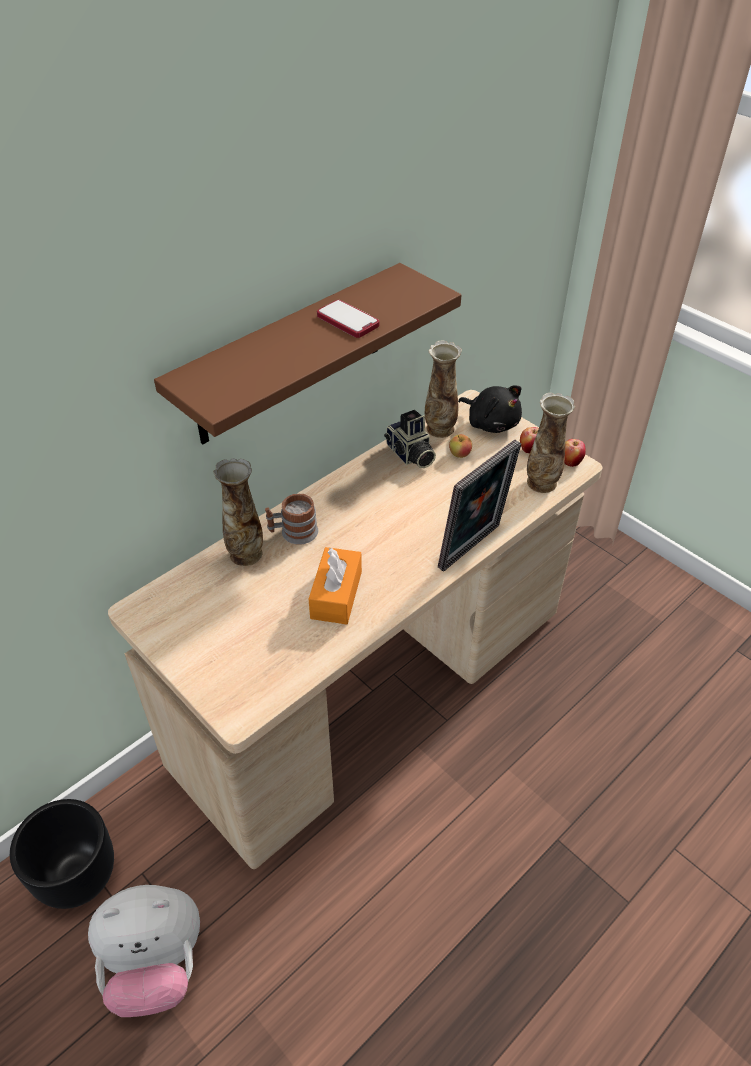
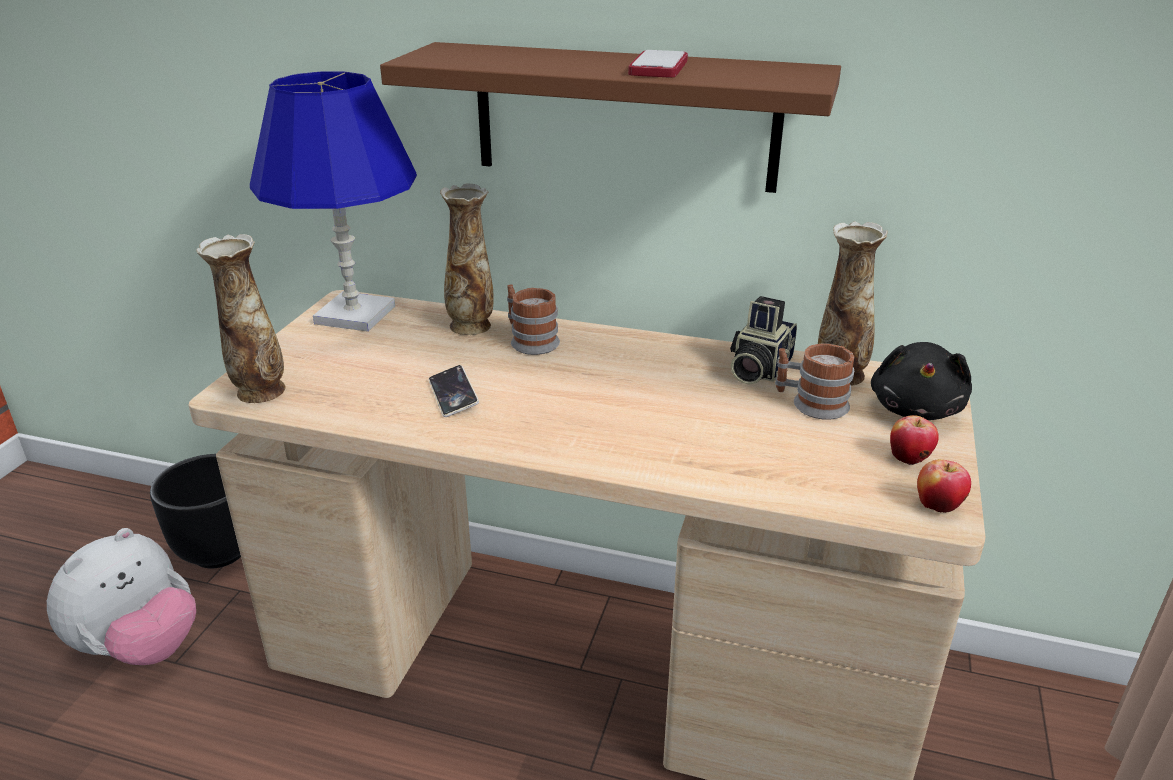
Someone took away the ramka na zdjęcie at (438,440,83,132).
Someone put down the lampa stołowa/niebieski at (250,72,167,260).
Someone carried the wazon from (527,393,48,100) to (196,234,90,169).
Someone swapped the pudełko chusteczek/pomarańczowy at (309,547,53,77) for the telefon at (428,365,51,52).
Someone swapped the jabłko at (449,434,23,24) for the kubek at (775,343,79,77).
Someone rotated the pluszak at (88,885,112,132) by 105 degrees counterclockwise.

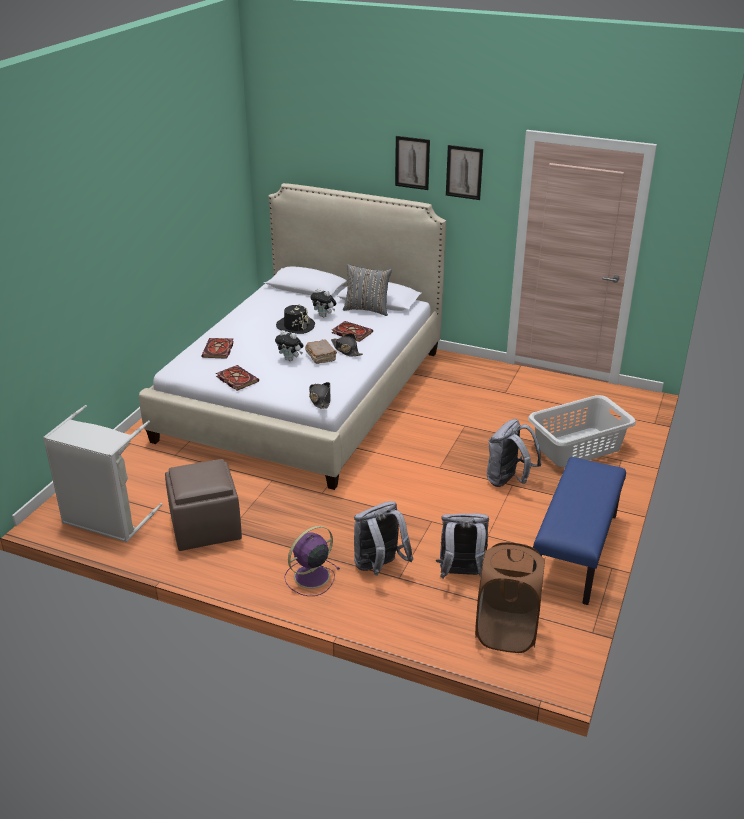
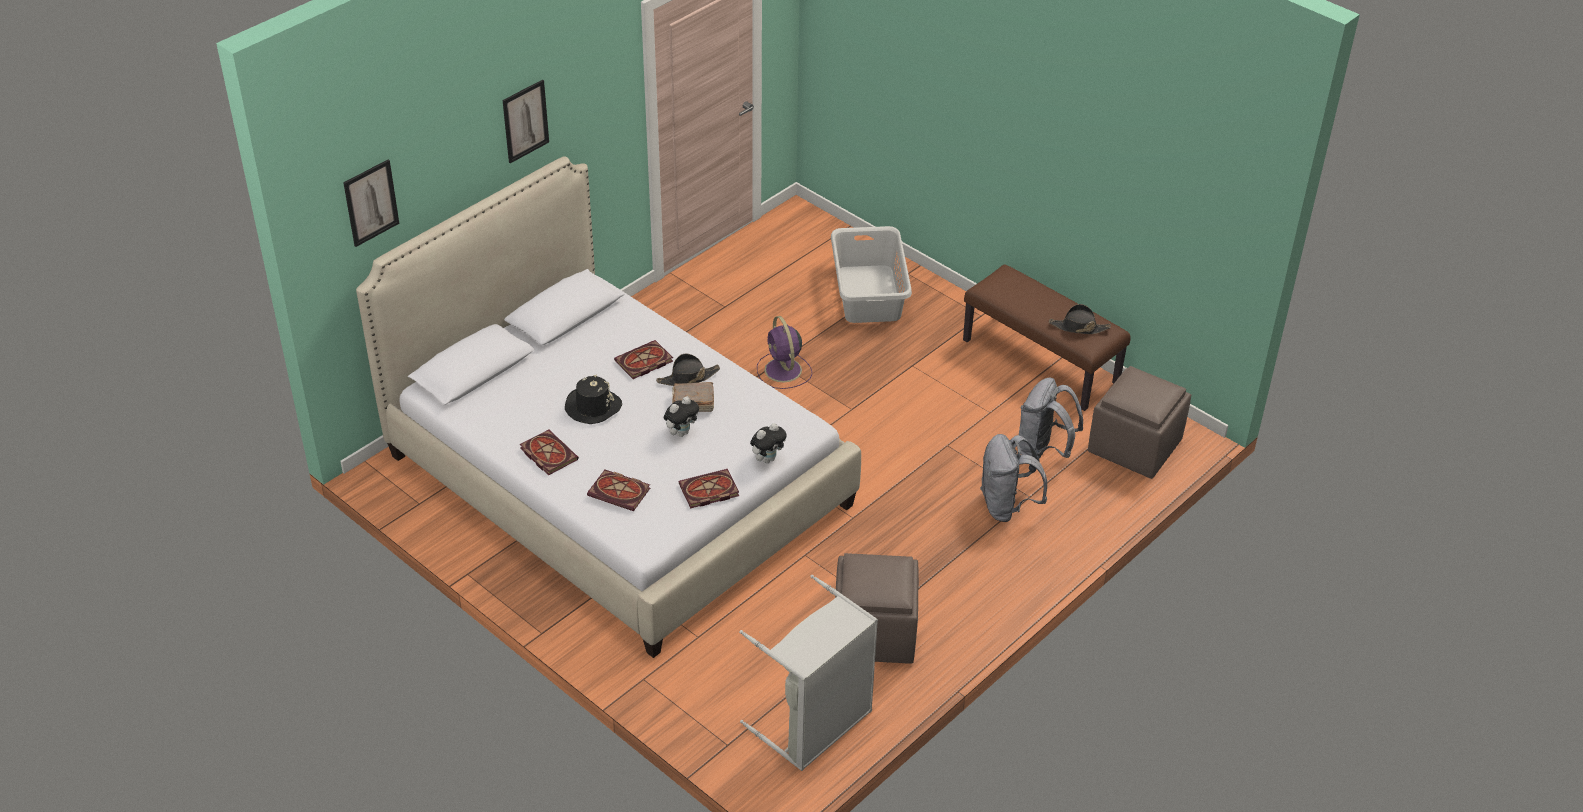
Someone took away the poduszka/szary at (343,264,49,52).
Someone took away the plecak/szary at (487,419,54,68).
Someone put down the książka at (520,430,59,45).
Someone carried the wentylator/fioletowy from (284,526,56,70) to (757,316,55,73).
Someone carried the kapelusz/czarny from (309,382,22,27) to (1049,304,62,30).
Someone carried the pluszak from (310,288,27,29) to (750,423,37,40).
Someone carried the obraz from (446,145,37,55) to (343,159,56,88).
Someone swapped the kosz na pranie/brązowy at (475,542,70,111) for the pufa/brązowy at (1088,366,103,113).
Someone repainted the ławka/niebieski at (533,457,93,148), which became the ławka/brązowy at (963,264,168,147).

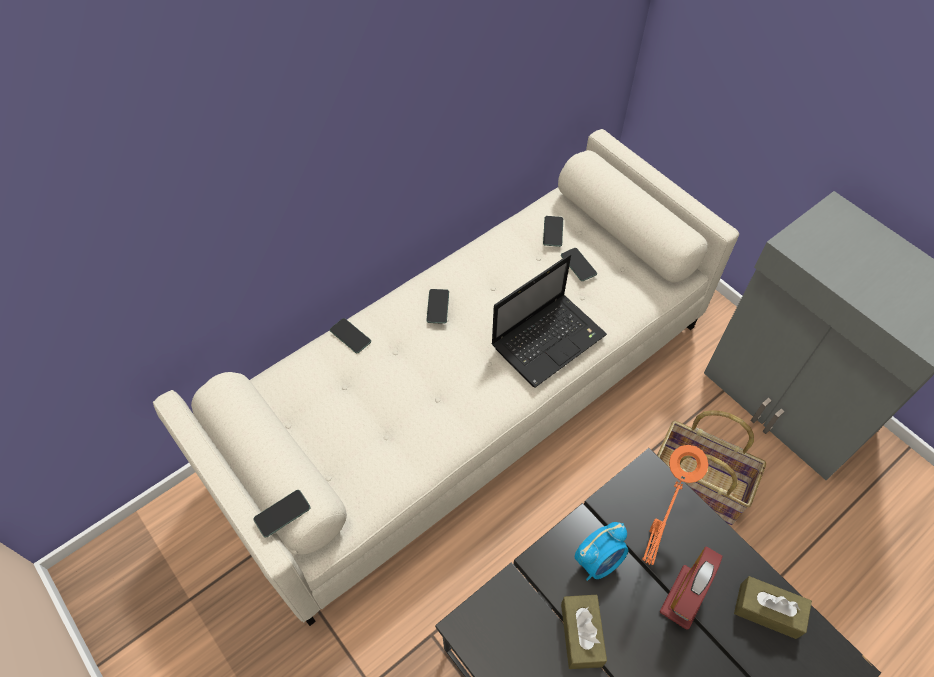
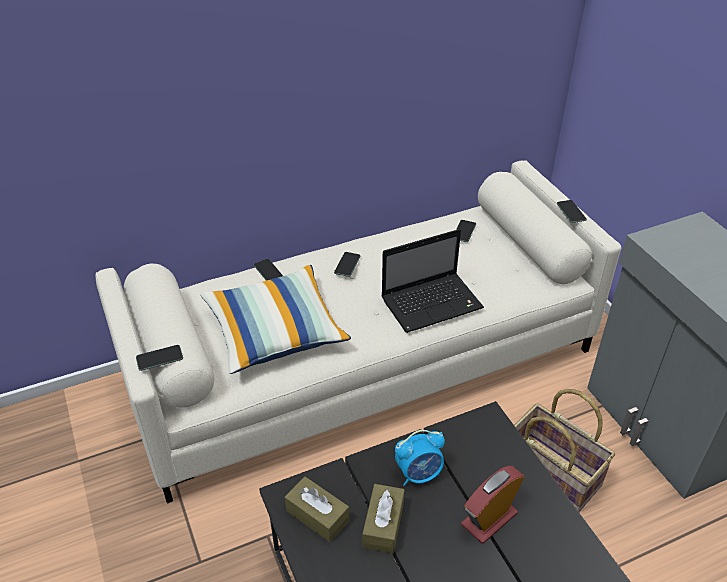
Someone took away the lampa stołowa/pomarańczowy at (641,445,67,120).
Someone put down the poduszka at (200,265,151,109).
Someone carried the telefon from (561,248,36,33) to (557,200,30,23).
Someone carried the pudełko chusteczek/brązowy from (734,576,78,63) to (285,477,64,65).

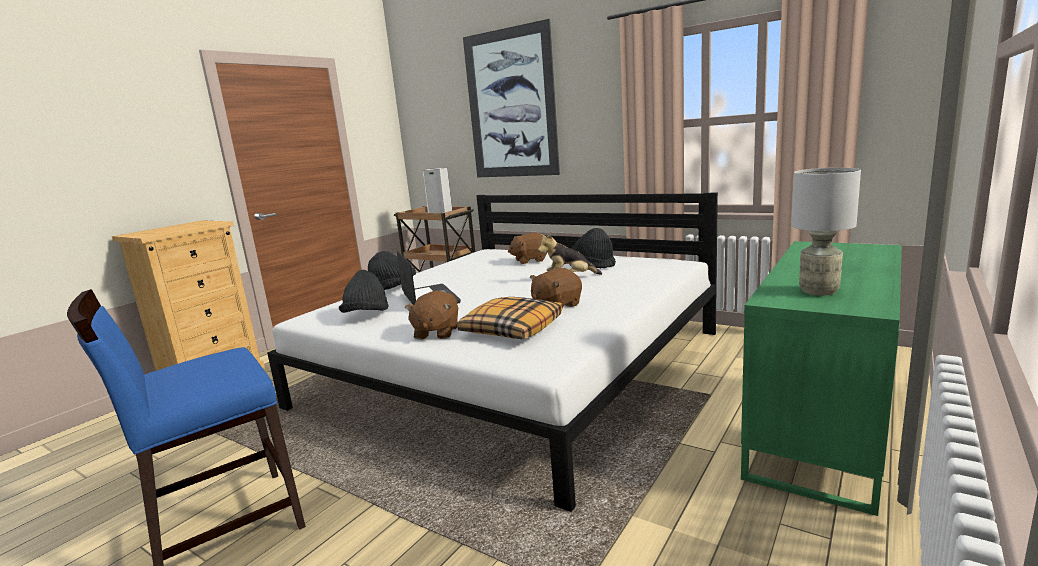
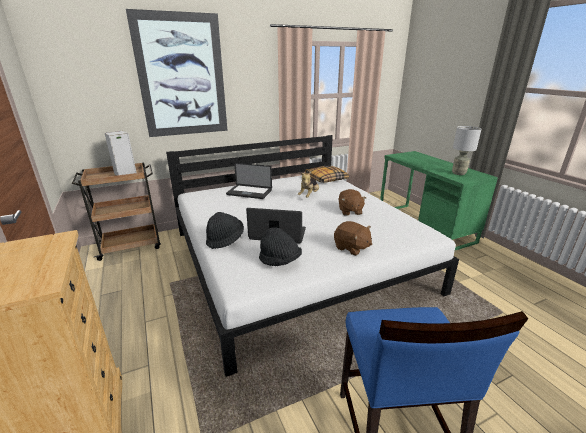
Someone took away the kapelusz/czarny at (571,228,45,41).
Someone carried the poduszka from (457,297,105,42) to (305,166,44,17).
Someone swapped the pluszak/brązowy at (508,233,39,31) for the laptop at (226,163,46,36).

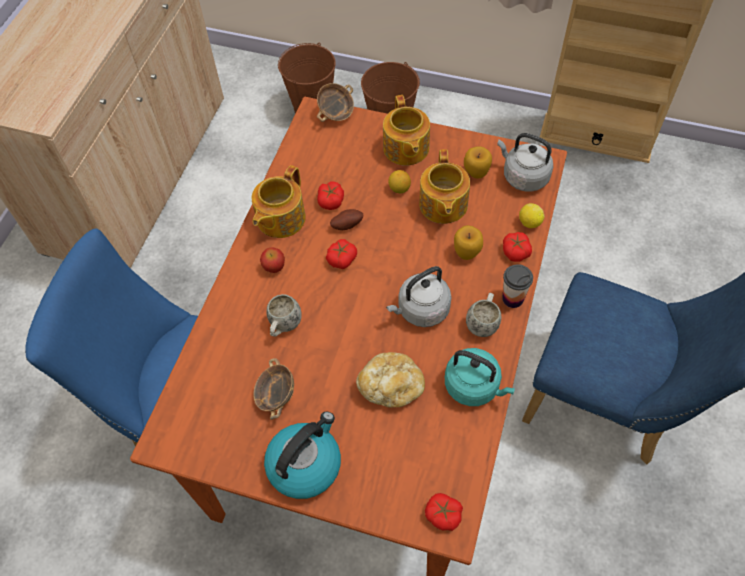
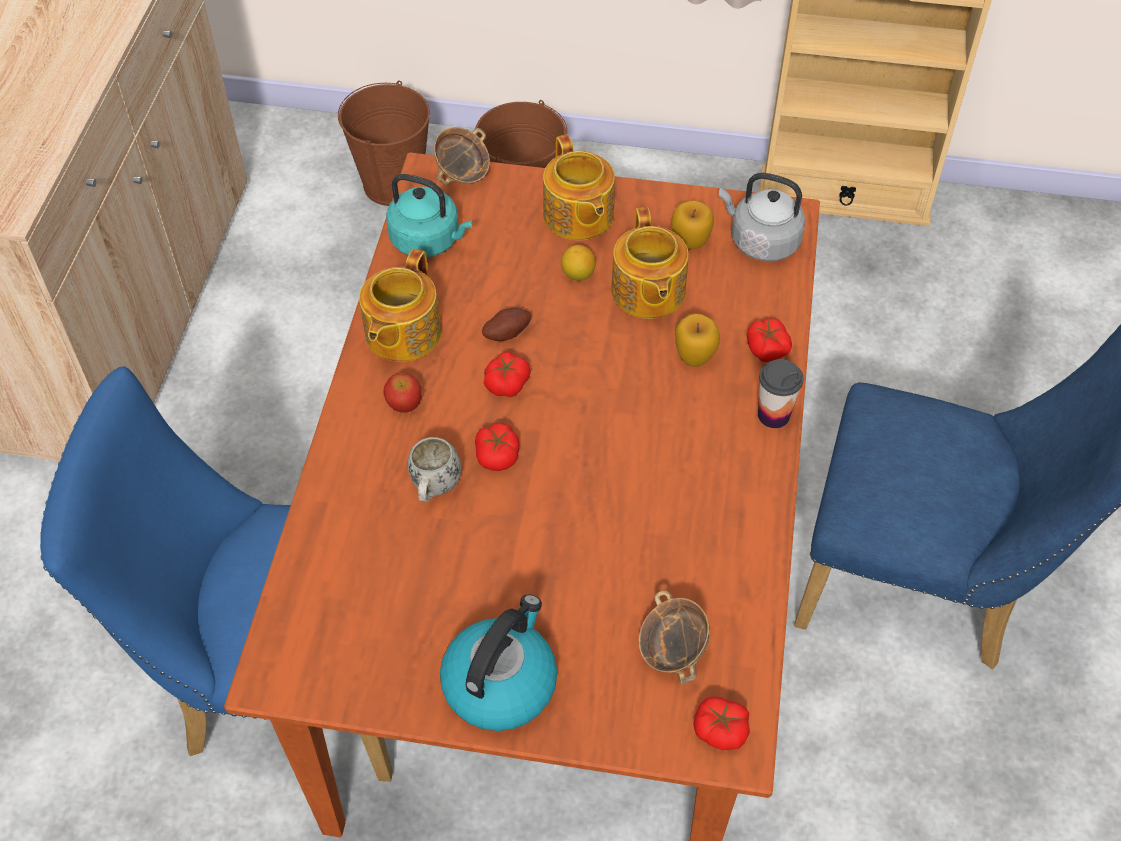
Someone took away the chleb at (356,352,69,56).
Someone took away the czajnik/szary at (386,266,66,61).
Someone took away the kubek/biały at (466,293,35,44).
Someone took away the cytryna at (519,203,26,25).
Someone carried the miska from (253,358,41,62) to (639,590,71,94).
Someone carried the pomidor from (317,181,27,29) to (475,423,44,48).
Someone carried the czajnik/turkusowy from (445,348,70,58) to (386,174,86,83).

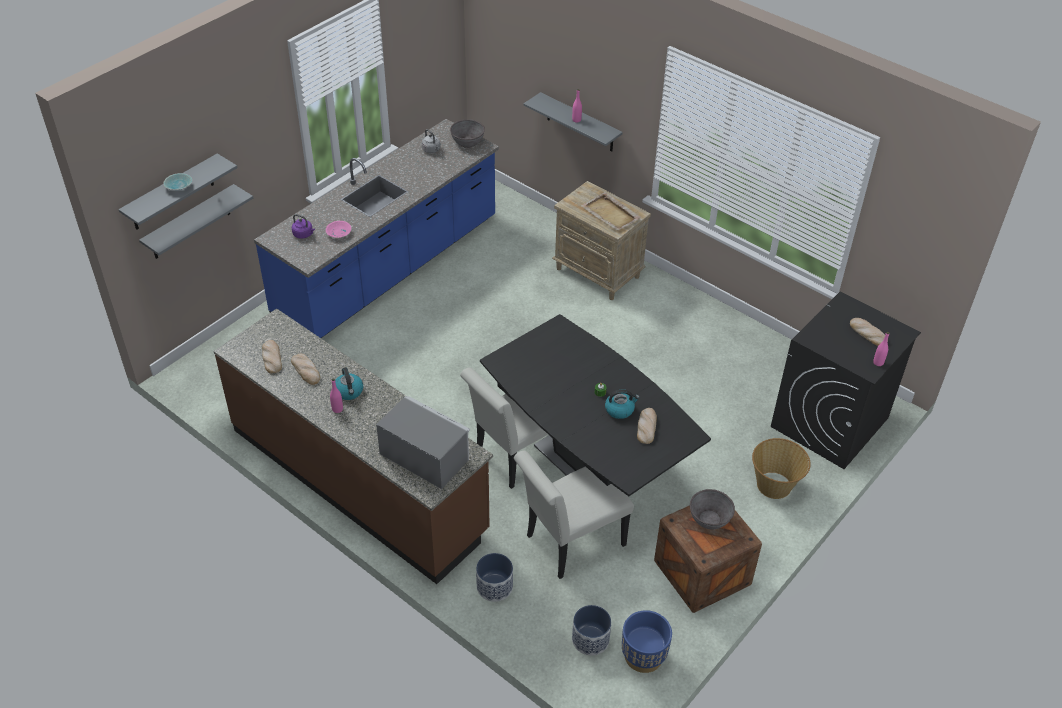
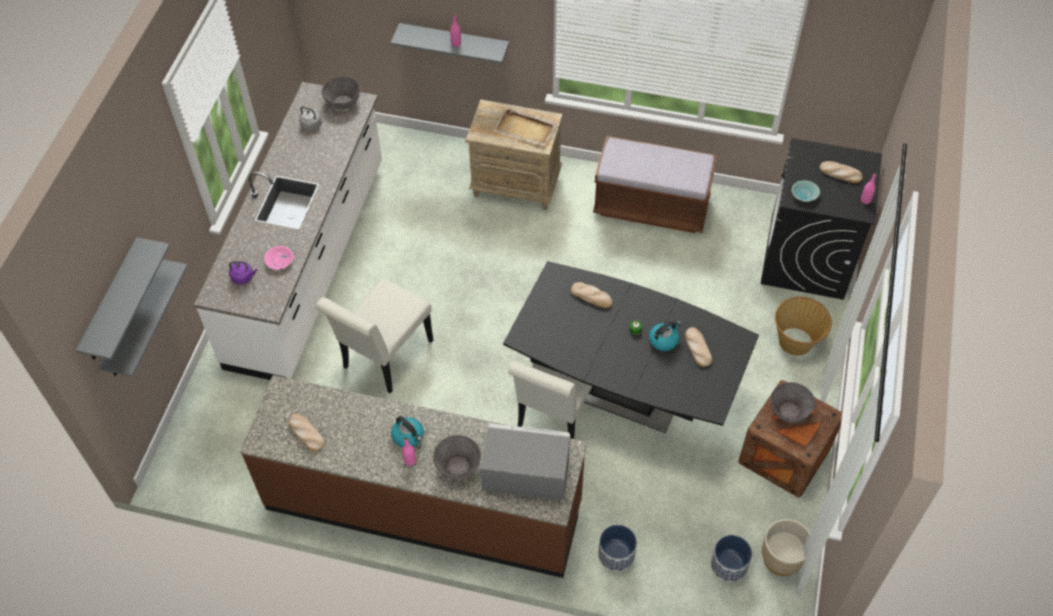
Someone put down the miska/szary at (433,435,48,45).
Someone put down the ławka/brązowy at (593,136,124,97).
Someone carried the miska/turkusowy from (163,173,29,17) to (792,180,28,22).
Someone carried the chleb from (291,354,29,31) to (571,282,42,26).
Someone carried the krzesło/biały from (514,451,120,128) to (316,278,117,116).
Someone repainted the zabudowa kuchenna/niebieski at (254,119,245,219), which became the zabudowa kuchenna/biały at (194,82,188,298).
Someone repainted the donica/niebieski at (622,610,50,63), which became the donica/beżowy at (762,519,48,57).

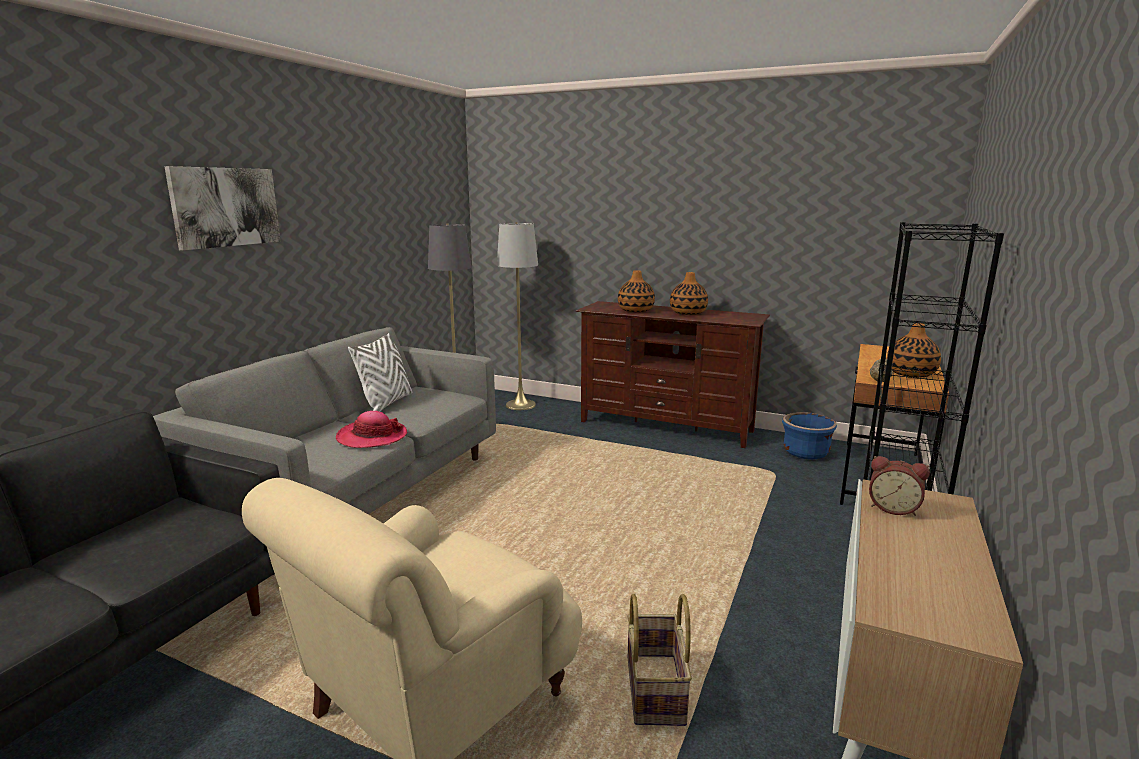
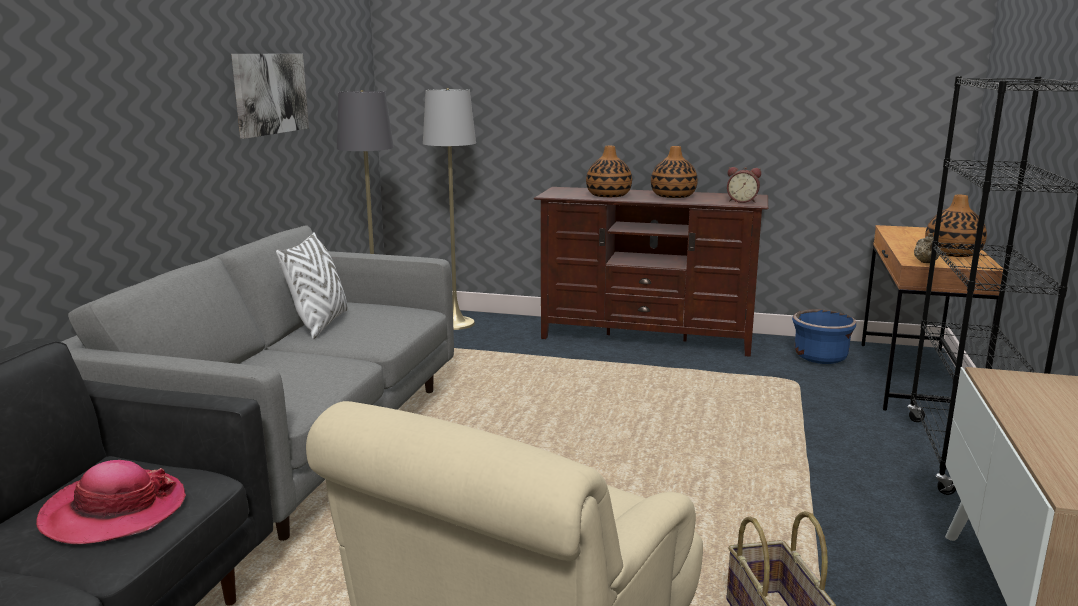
Someone carried the obraz from (164,166,117,84) to (231,54,78,84).
Someone carried the kapelusz from (336,411,72,37) to (36,460,150,85).
Someone carried the budzik from (869,456,61,60) to (727,167,34,36).

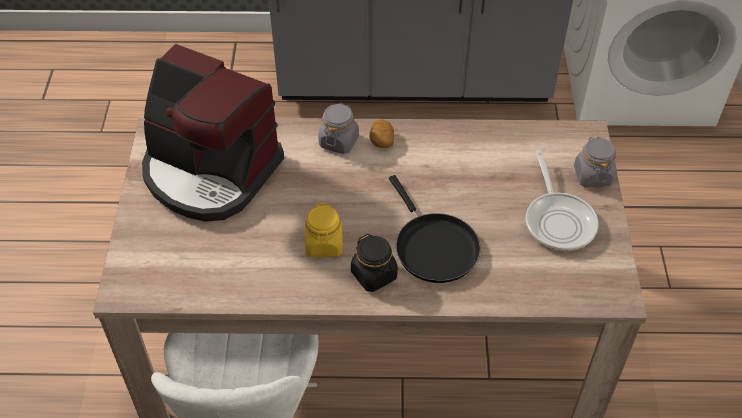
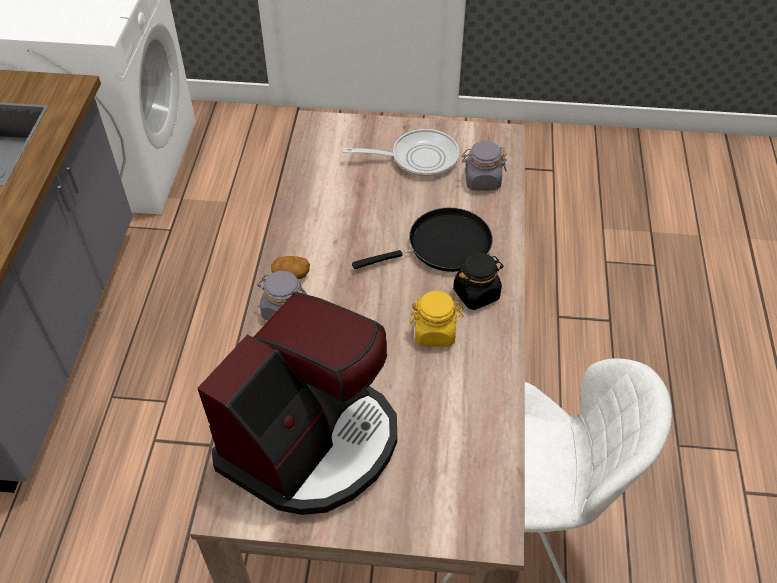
Someone carried the słoik/szary from (574,136,42,51) to (462,141,45,49).

